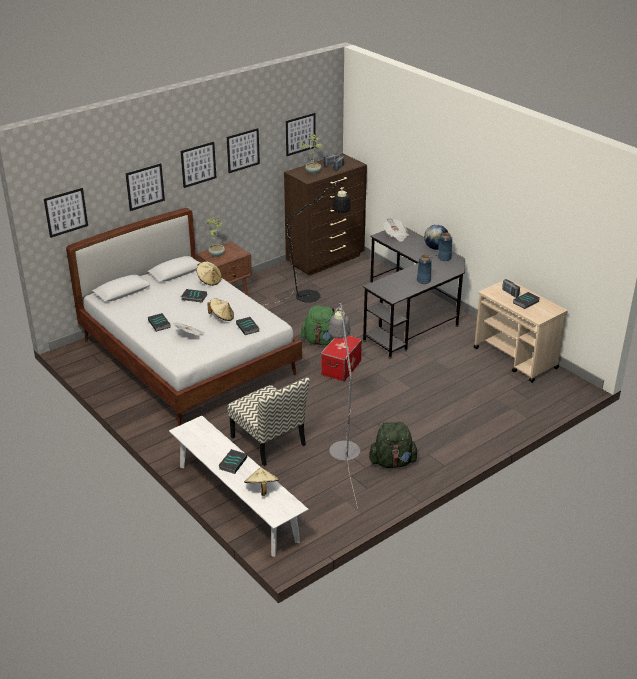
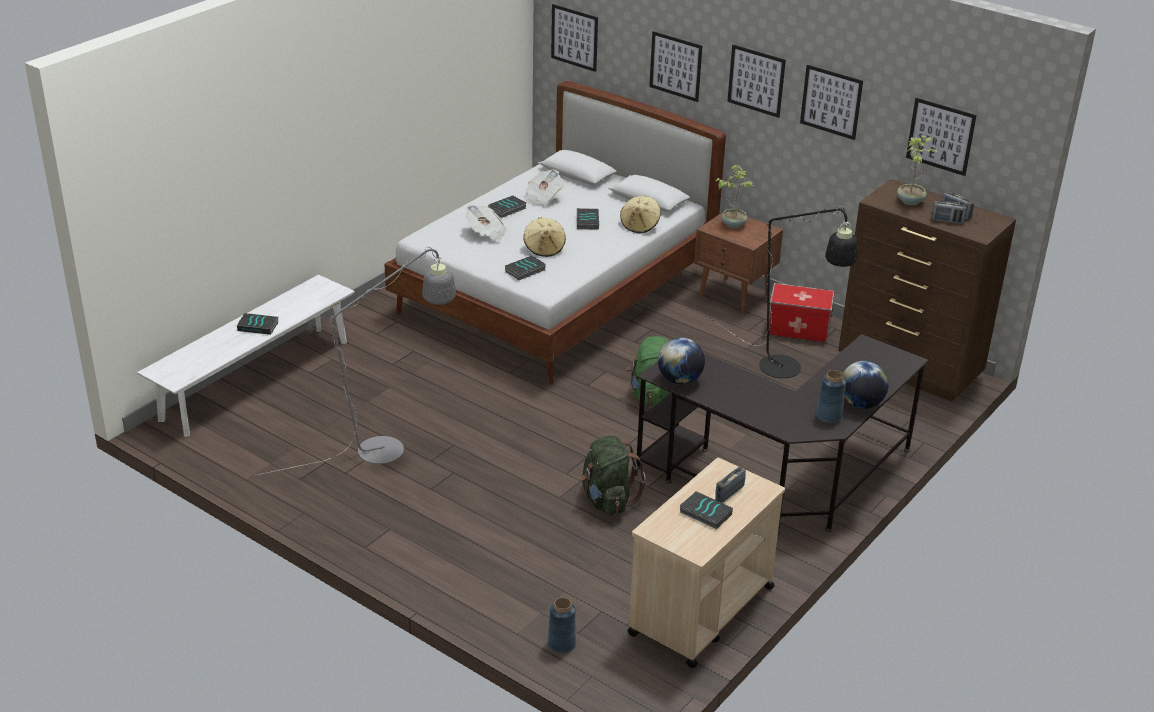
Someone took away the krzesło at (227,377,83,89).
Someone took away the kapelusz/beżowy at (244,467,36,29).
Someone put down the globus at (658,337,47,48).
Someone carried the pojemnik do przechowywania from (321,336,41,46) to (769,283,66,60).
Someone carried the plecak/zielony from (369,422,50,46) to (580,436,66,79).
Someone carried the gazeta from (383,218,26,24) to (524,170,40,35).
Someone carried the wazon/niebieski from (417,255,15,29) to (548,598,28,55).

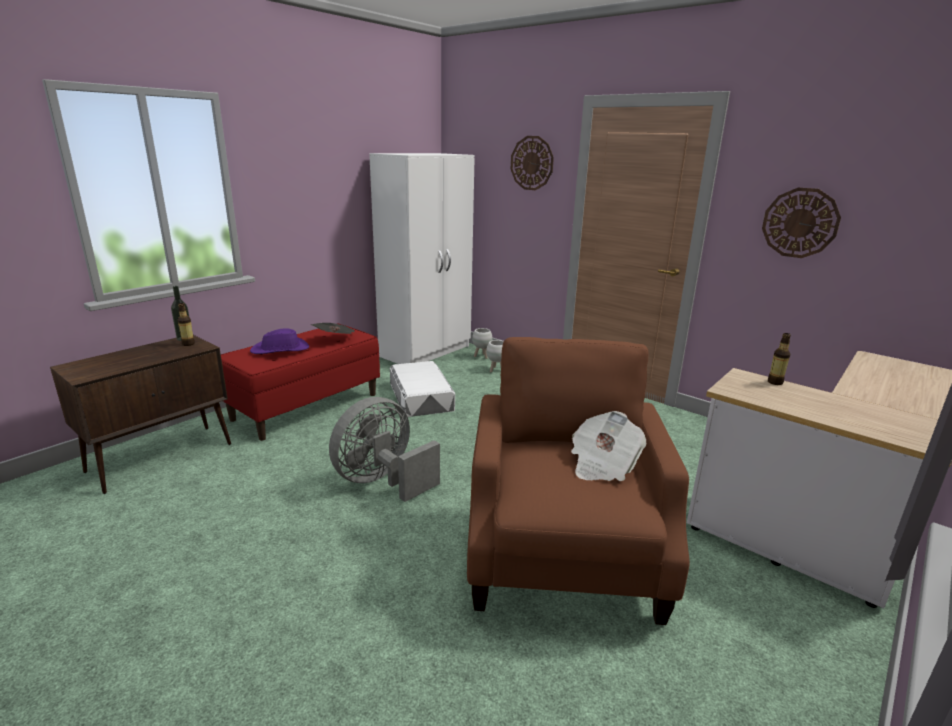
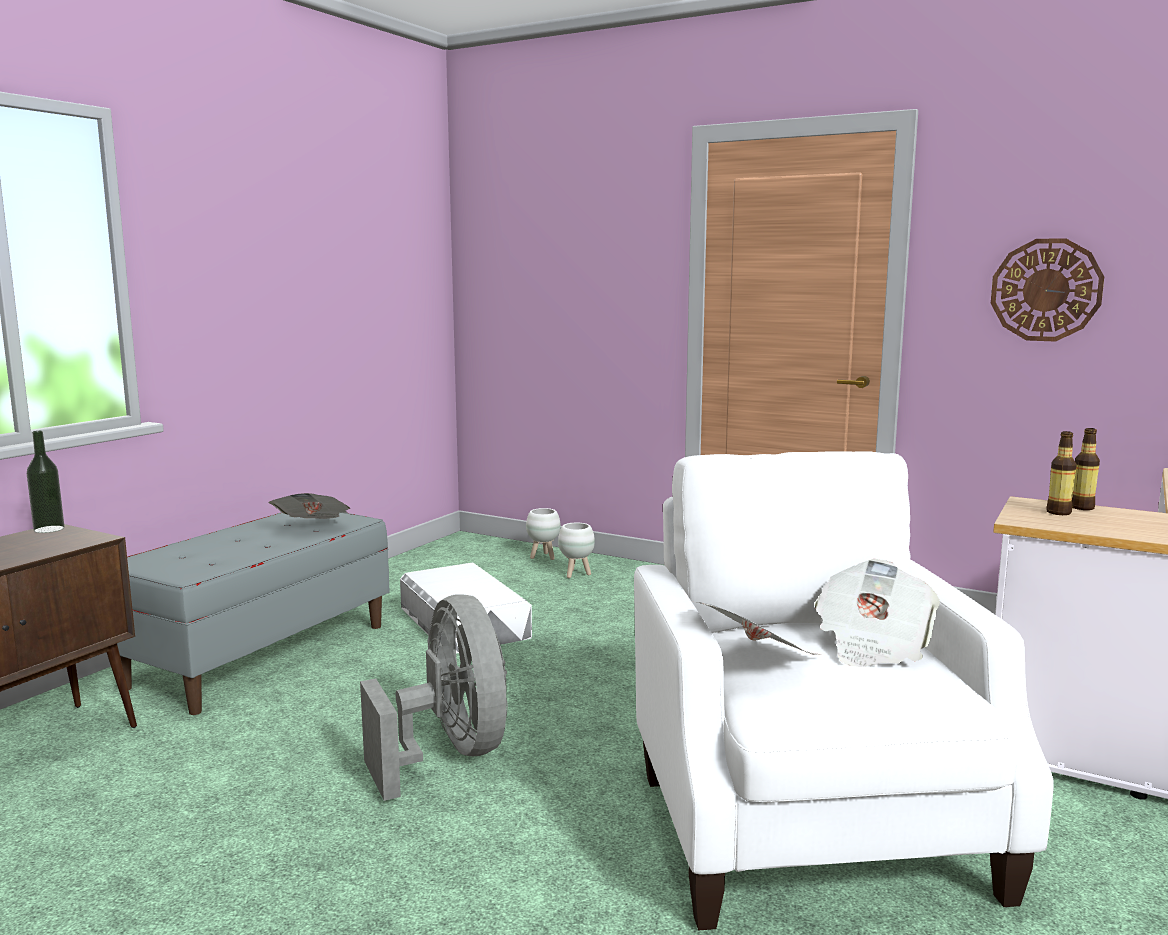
Someone took away the kapelusz/fioletowy at (250,328,59,26).
Someone took away the szafa/biały at (369,153,106,211).
Someone took away the zegar ścienny at (511,136,43,54).
Someone put down the gazeta at (697,602,124,53).
Someone carried the butelka from (178,303,17,43) to (1046,431,31,84).
Someone repainted the ławka/czerwony at (221,324,159,117), which became the ławka/szary at (117,512,273,203).
Someone repainted the fotel/brązowy at (467,337,223,288), which became the fotel/biały at (634,451,420,480).
Someone rotated the wentylator/szary at (329,397,111,105) by 120 degrees clockwise.

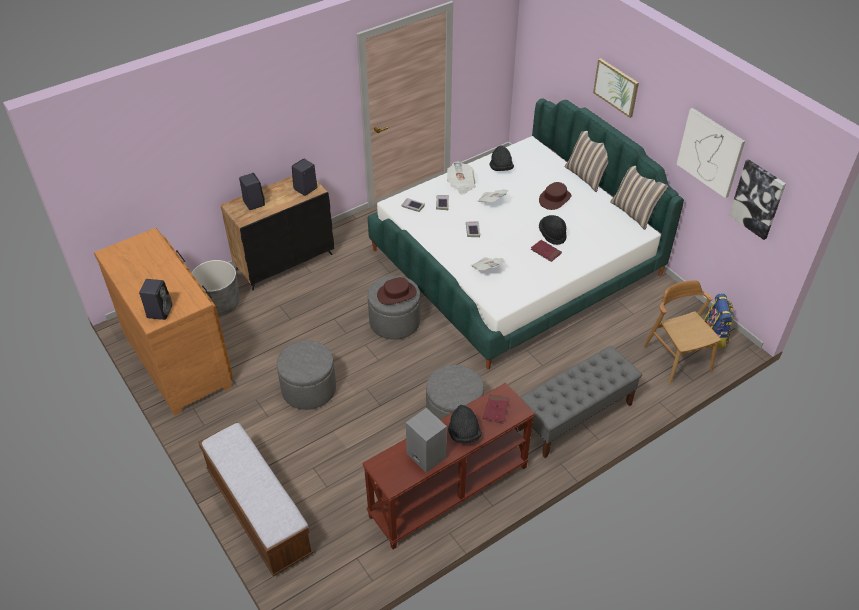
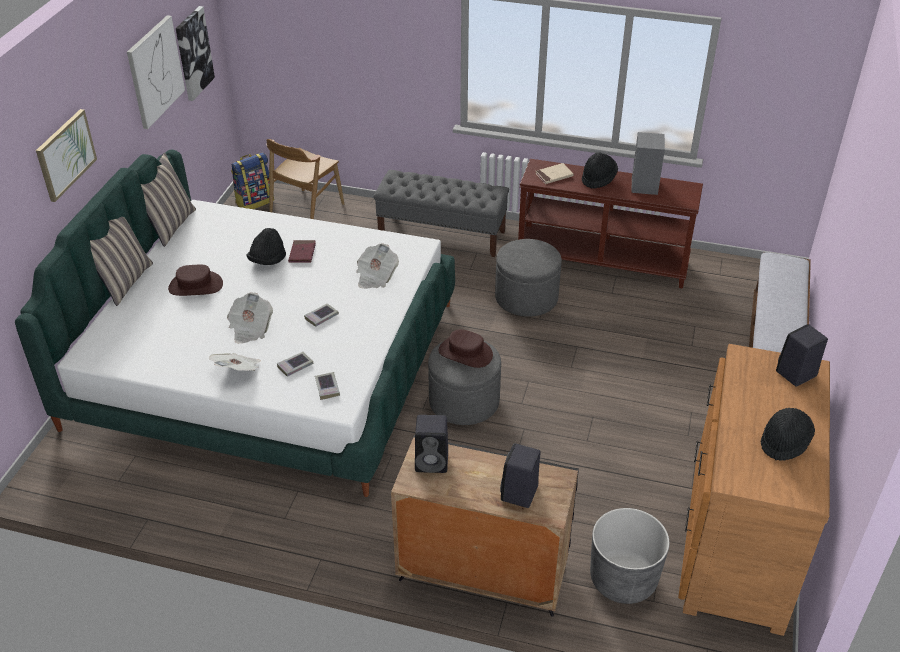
Someone took away the pufa/szary at (277,340,59,70).
Someone carried the kapelusz/czarny from (489,146,25,25) to (761,408,54,53).
Someone repainted the książka/czerwony at (483,394,27,29), which became the książka/beżowy at (535,163,39,21).

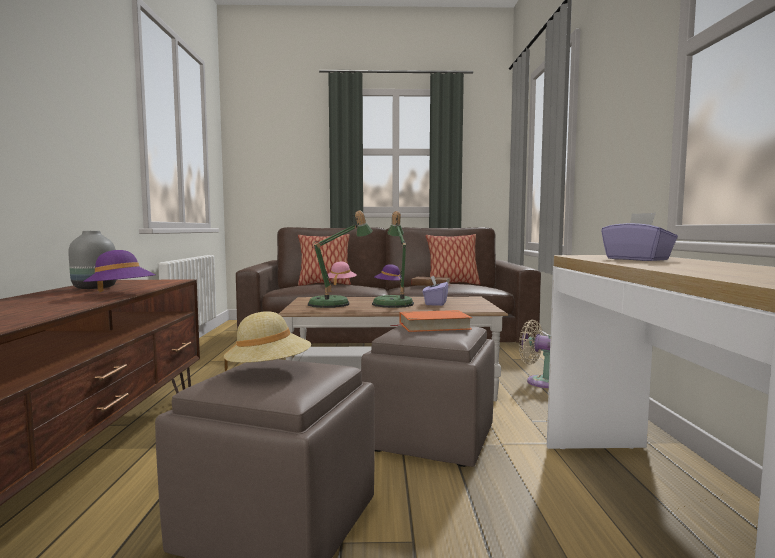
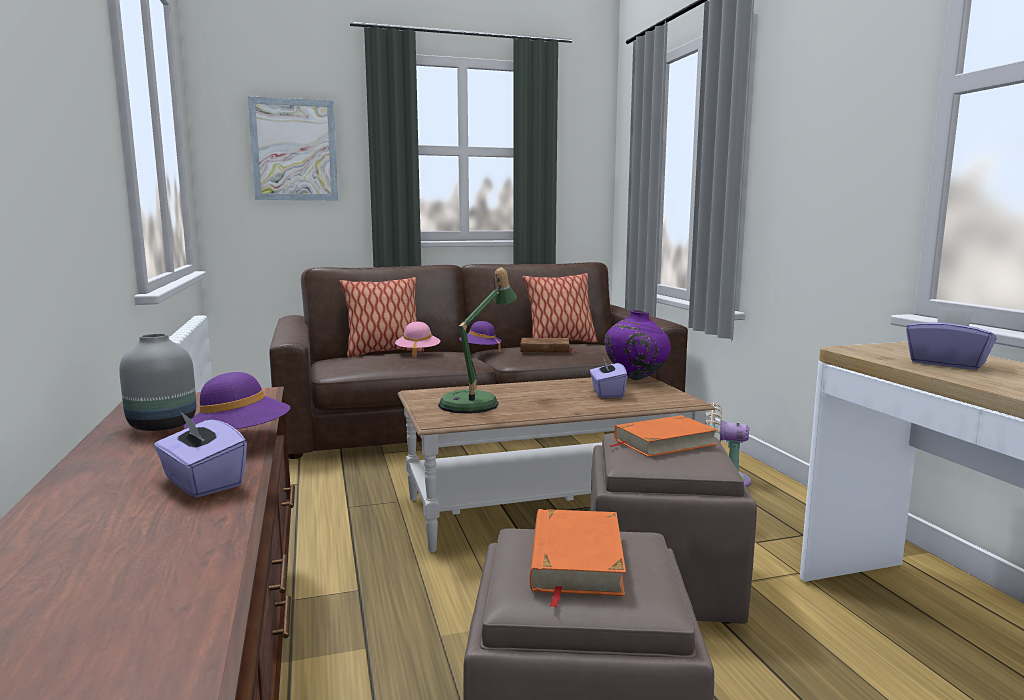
Someone took away the lampa stołowa at (372,211,42,97).
Someone put down the pudełko chusteczek/fioletowy at (154,411,93,87).
Someone put up the obraz at (248,96,90,104).
Someone put down the wazon/fioletowy at (605,310,66,70).
Someone swapped the kapelusz/beżowy at (224,311,87,61) for the książka/pomarańczowy at (530,509,96,99).

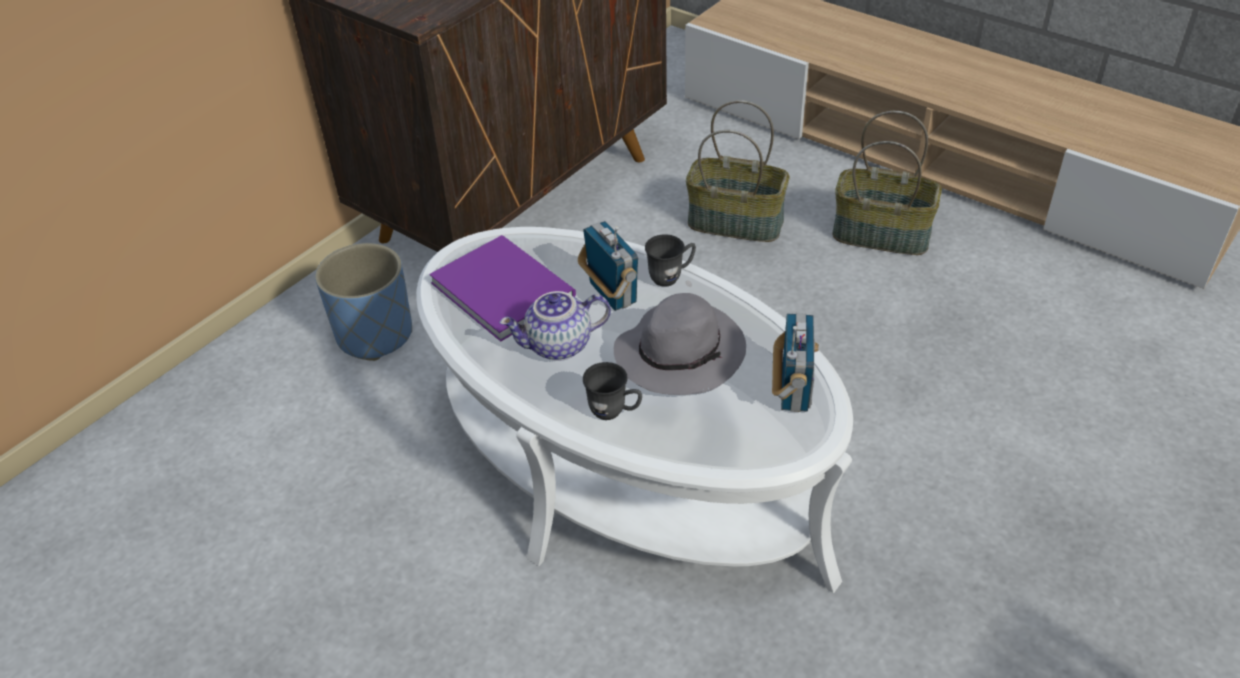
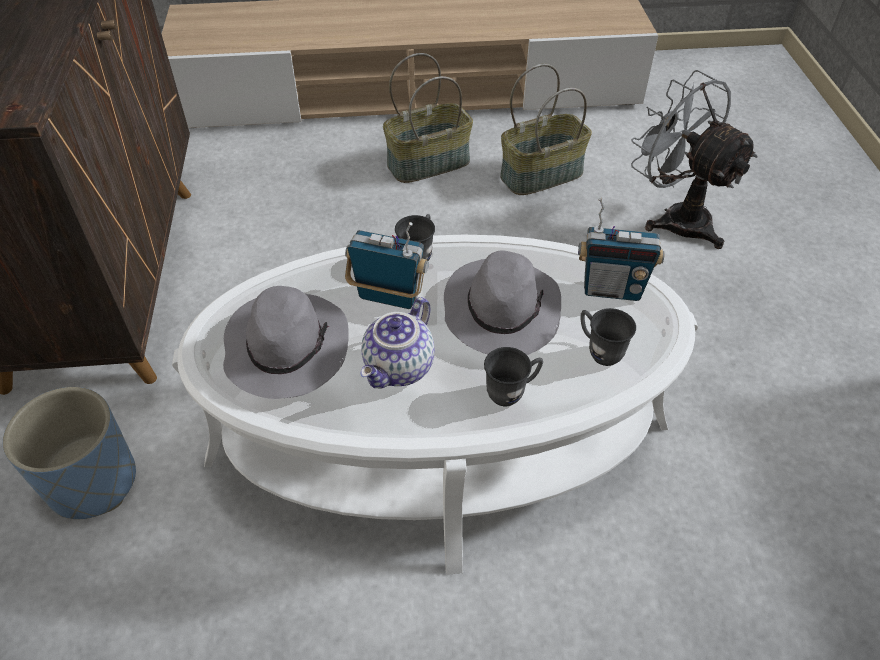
Someone put down the kubek/szary at (580,308,56,58).
Someone put down the wentylator/szary at (631,70,127,179).
Someone carried the koszyk from (686,100,104,142) to (500,64,92,131).
Someone swapped the książka/fioletowy at (429,235,147,107) for the kapelusz/szary at (223,286,126,113).
Someone rotated the radio at (772,313,47,99) by 135 degrees clockwise.

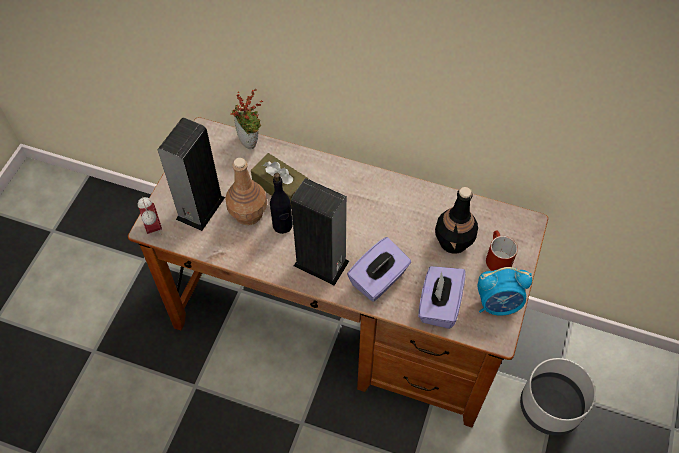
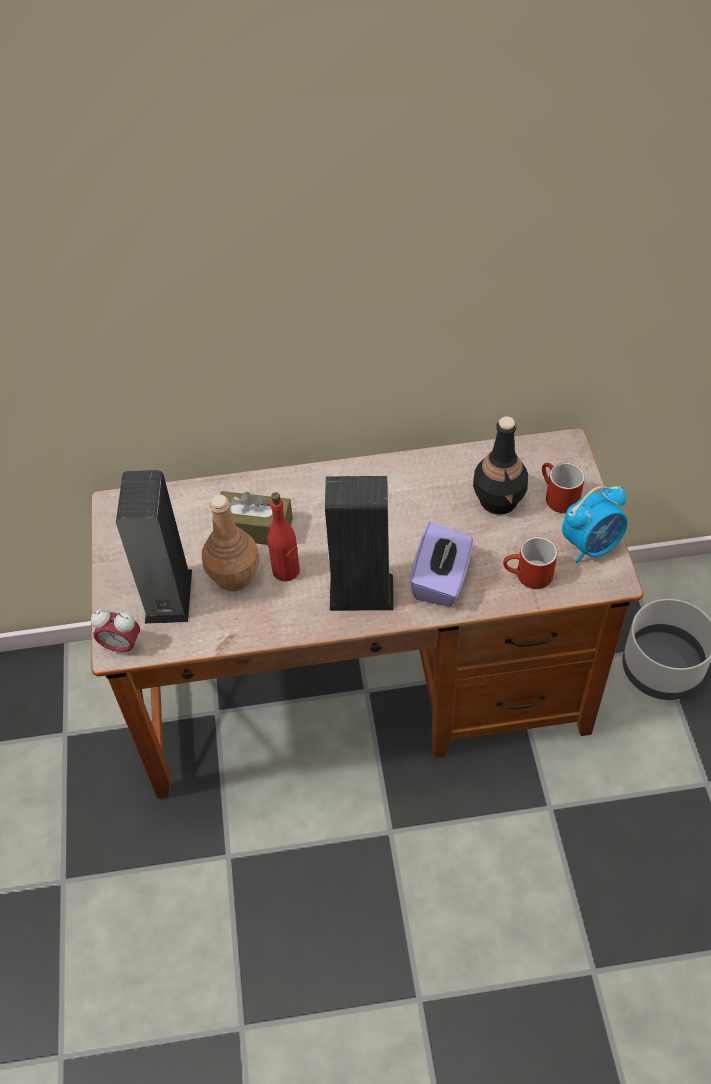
Someone took away the roślina doniczkowa at (230,89,34,60).
Someone swapped the pudełko chusteczek/fioletowy at (418,266,48,63) for the kubek/czerwony at (503,537,54,52).
Someone repainted the butelka/czarny at (270,173,23,61), which became the butelka/czerwony at (267,492,33,90).
Someone rotated the budzik at (138,197,24,38) by 150 degrees clockwise.

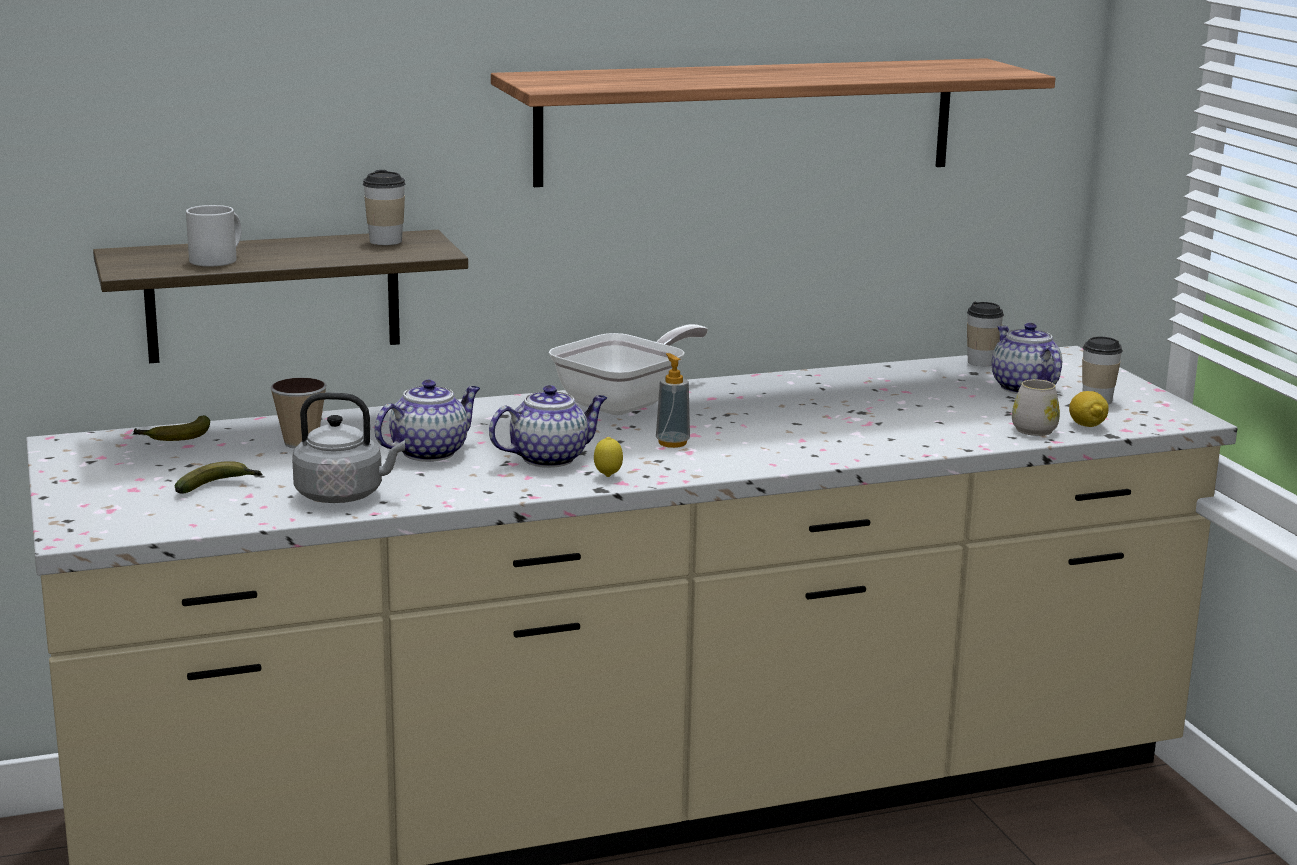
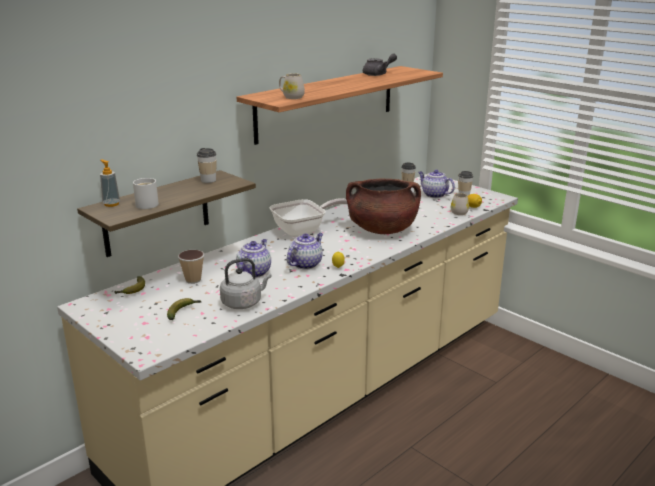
Someone put down the kubek/biały at (279,73,26,26).
Someone put down the garnek/brązowy at (346,178,75,56).
Someone put down the imbryk/szary at (363,54,34,22).
Someone carried the dozownik mydła from (656,353,34,95) to (100,160,20,47).
Someone rotated the patelnia at (549,324,159,91) by 45 degrees clockwise.

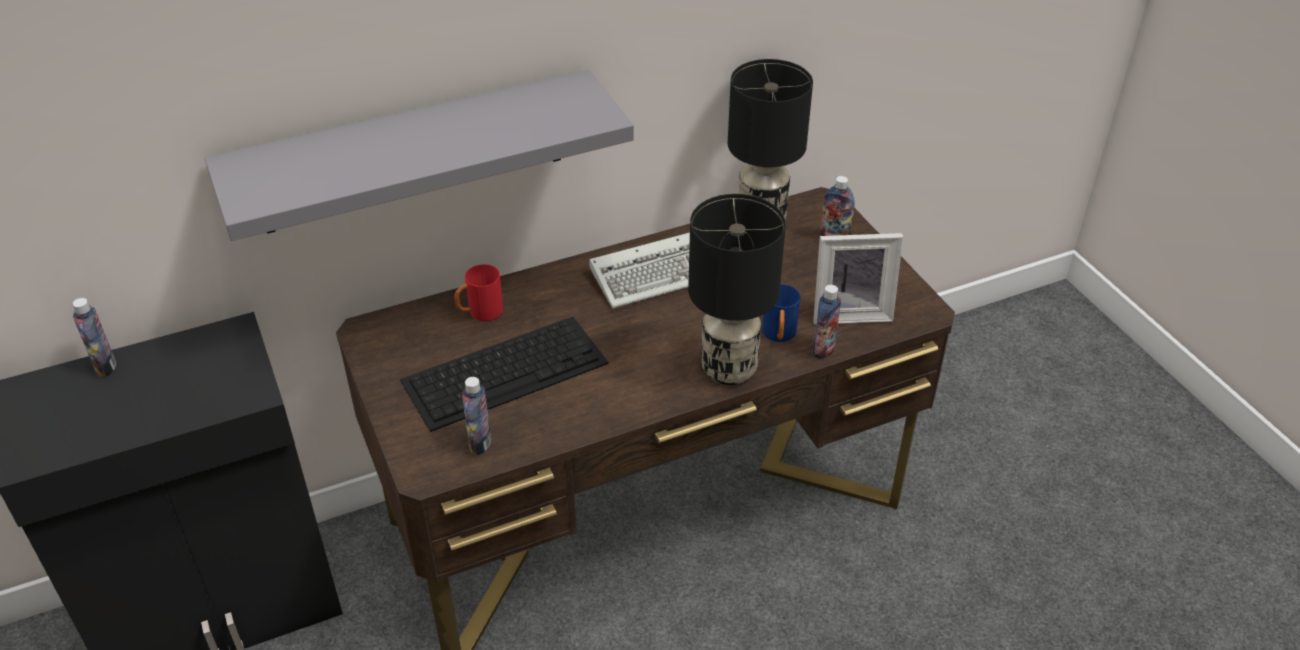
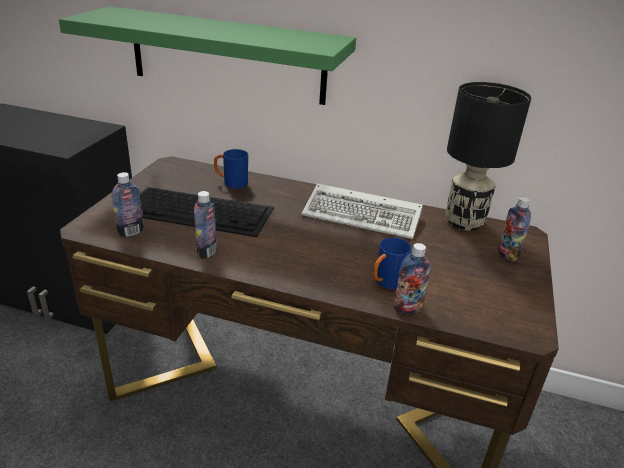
Someone took away the lampa stołowa/czarny at (688,194,98,191).
Someone took away the ramka na zdjęcie at (813,233,90,92).
Someone carried the butelka from (73,298,43,79) to (194,191,23,68).
Someone repainted the półka/szary at (205,70,429,171), which became the półka/zielony at (59,6,297,99).
Someone repainted the kubek/czerwony at (454,264,49,57), which became the kubek/niebieski at (214,149,34,40).

